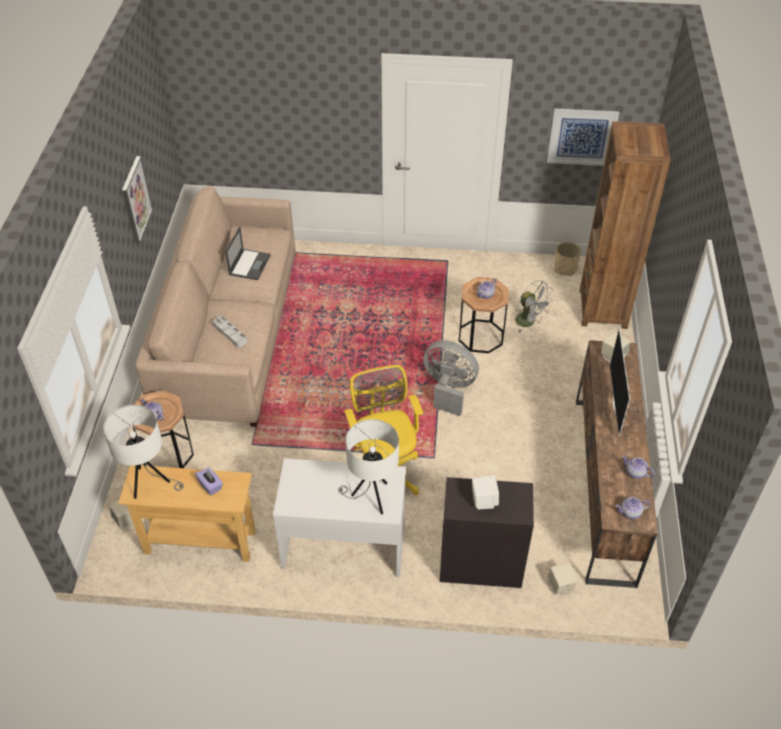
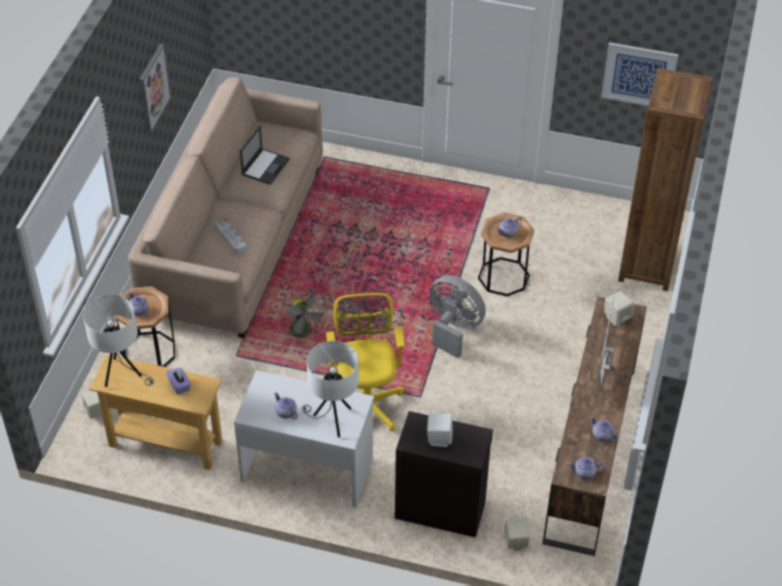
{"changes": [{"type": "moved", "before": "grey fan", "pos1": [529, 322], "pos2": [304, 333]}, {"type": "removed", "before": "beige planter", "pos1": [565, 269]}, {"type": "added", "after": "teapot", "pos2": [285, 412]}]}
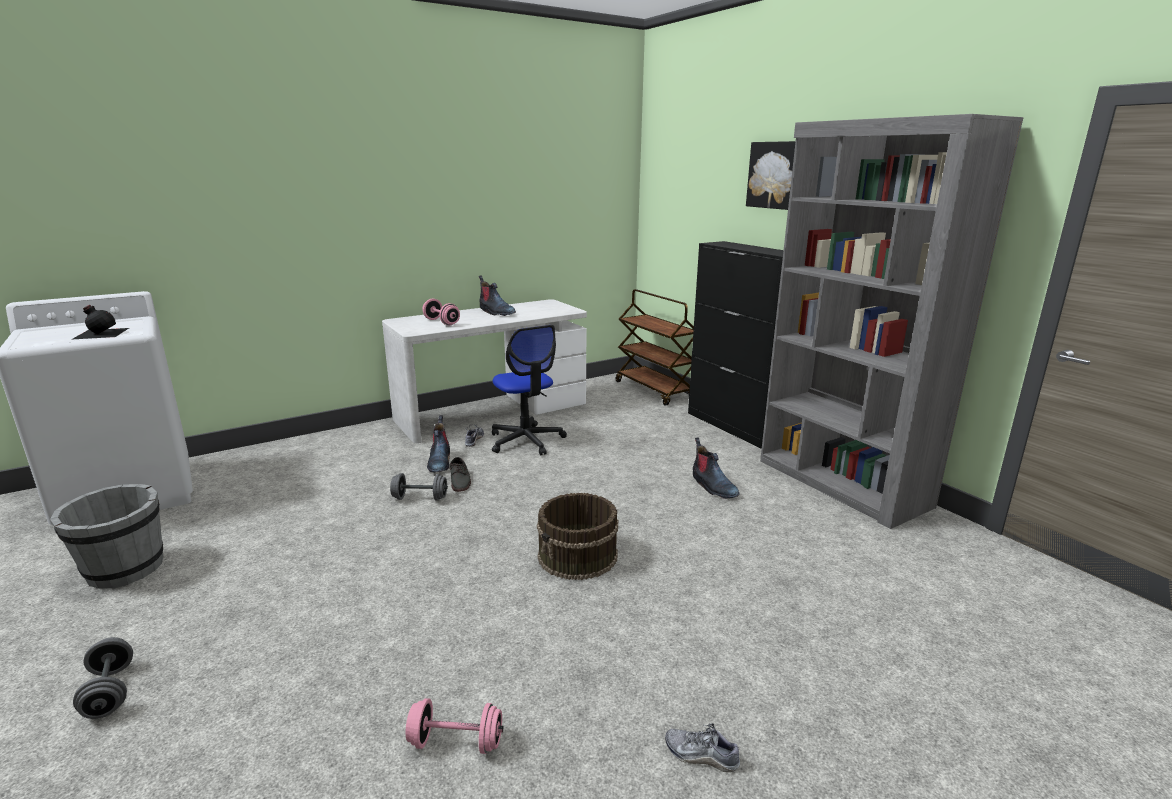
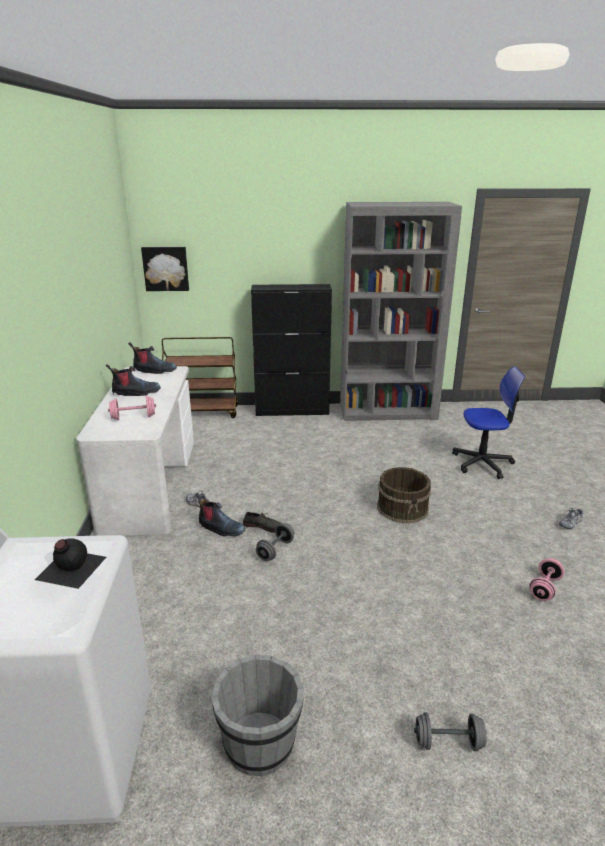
{"changes": [{"type": "moved", "before": "office chair", "pos1": [526, 440], "pos2": [482, 463]}, {"type": "moved", "before": "boot", "pos1": [712, 487], "pos2": [154, 371]}, {"type": "moved", "before": "picture", "pos1": [775, 175], "pos2": [166, 268]}]}
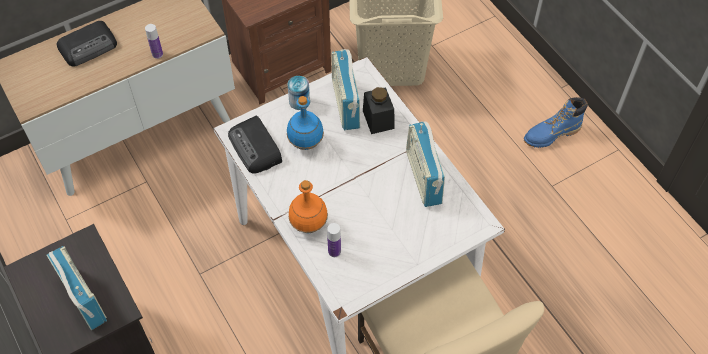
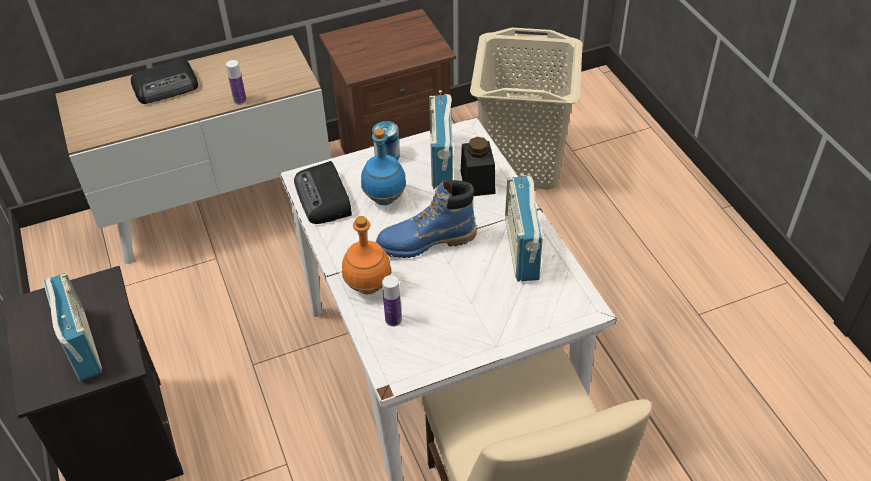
{"changes": [{"type": "moved", "before": "blue boot", "pos1": [551, 134], "pos2": [426, 242]}]}
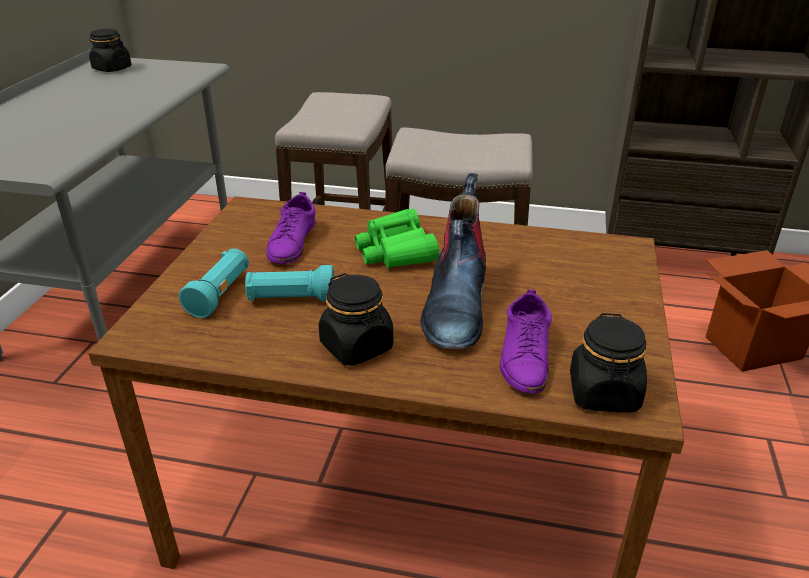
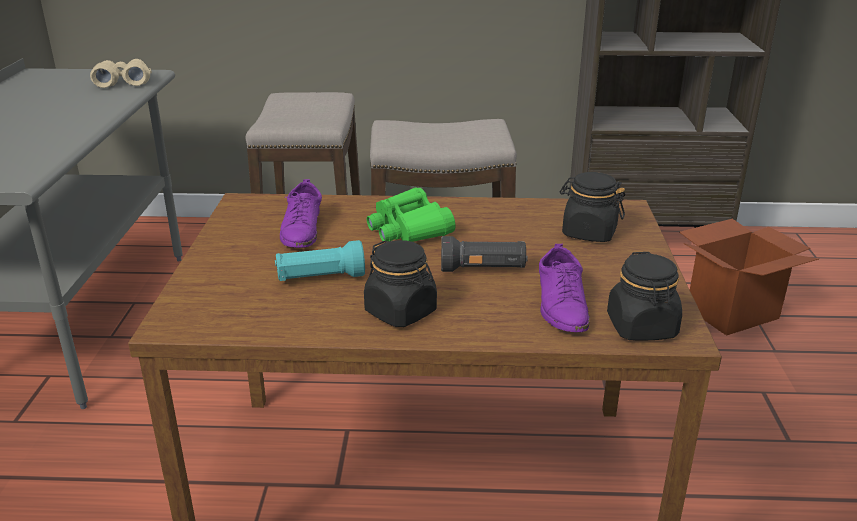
{"changes": [{"type": "moved", "before": "black jar", "pos1": [112, 68], "pos2": [588, 232]}, {"type": "removed", "before": "turquoise flashlight", "pos1": [220, 294]}, {"type": "replaced", "before": "boot", "after": "black flashlight", "pos1": [456, 305], "pos2": [483, 269]}, {"type": "added", "after": "beige binoculars", "pos2": [122, 82]}]}
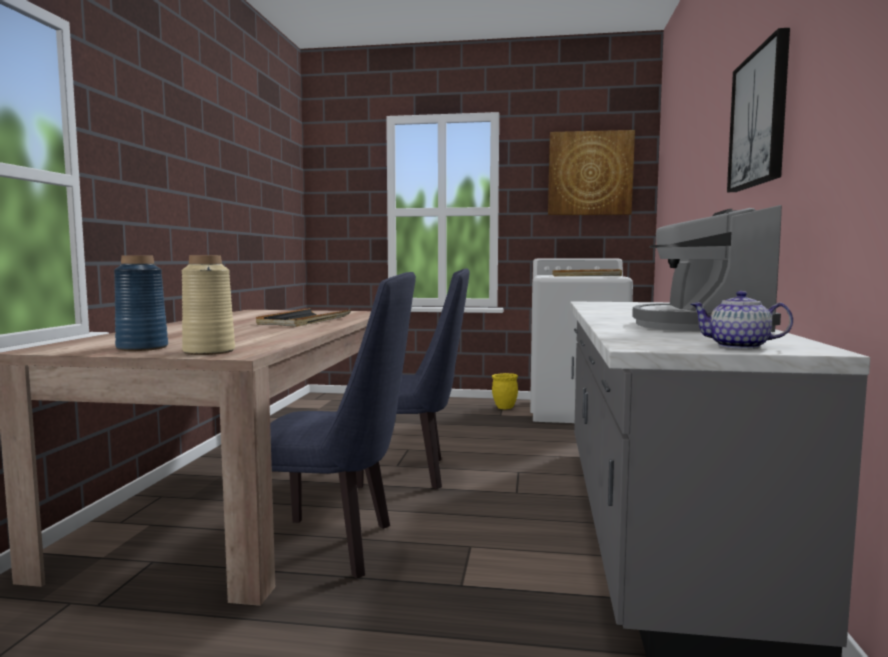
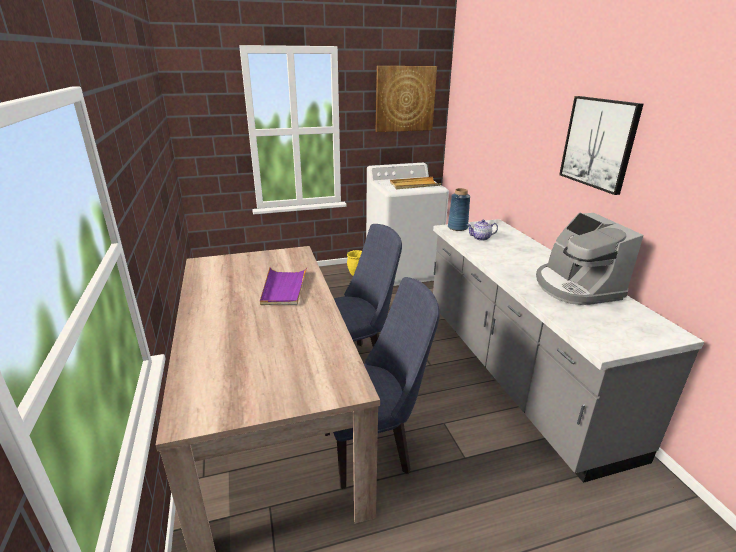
{"changes": [{"type": "moved", "before": "blue vase", "pos1": [142, 348], "pos2": [457, 227]}, {"type": "removed", "before": "beige vase", "pos1": [209, 351]}, {"type": "recoloured", "before": "black tray", "after": "purple tray", "pos1": [304, 321], "pos2": [284, 288]}, {"type": "moved", "before": "teapot", "pos1": [739, 346], "pos2": [481, 238]}]}
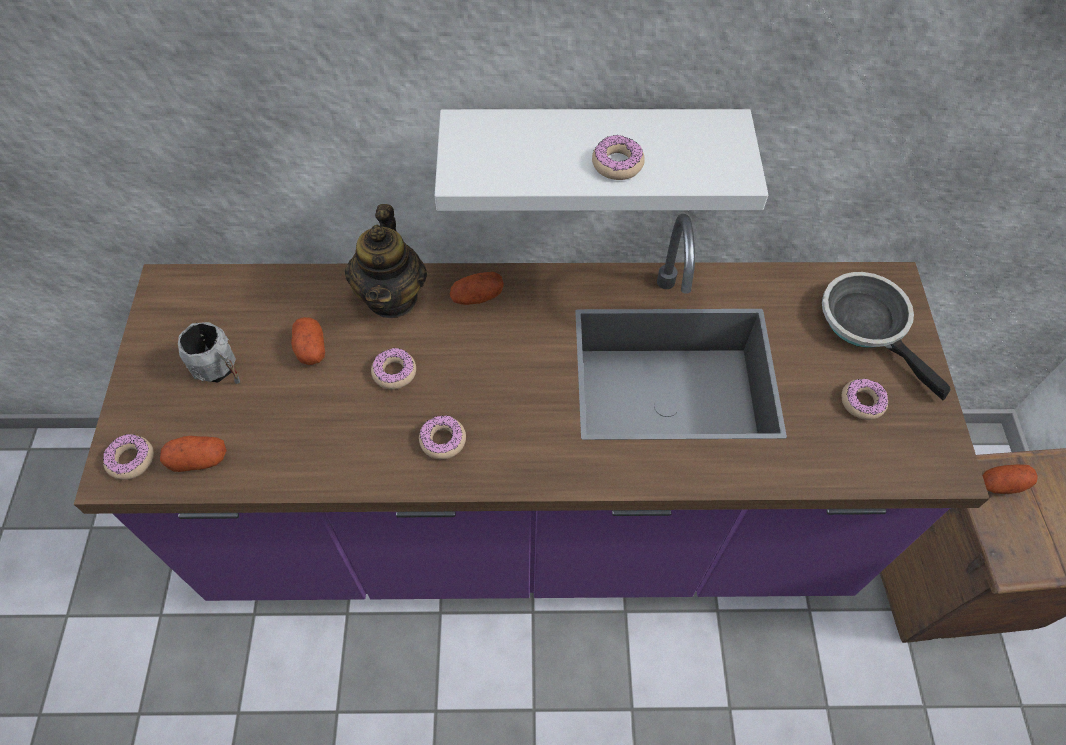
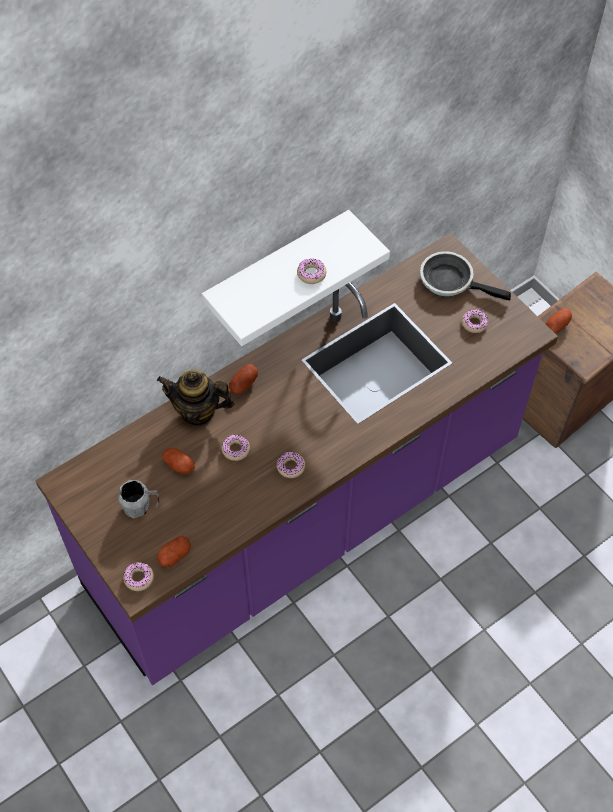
{"changes": [{"type": "turned", "before": "teapot", "pos1": [392, 297], "pos2": [198, 411], "turn": 135}]}
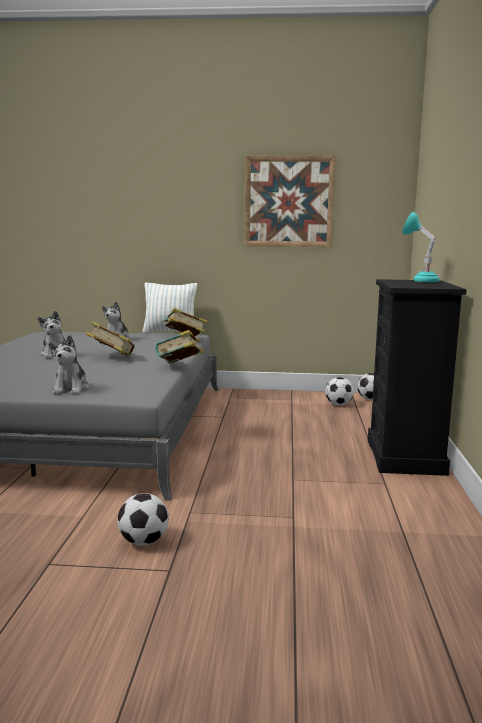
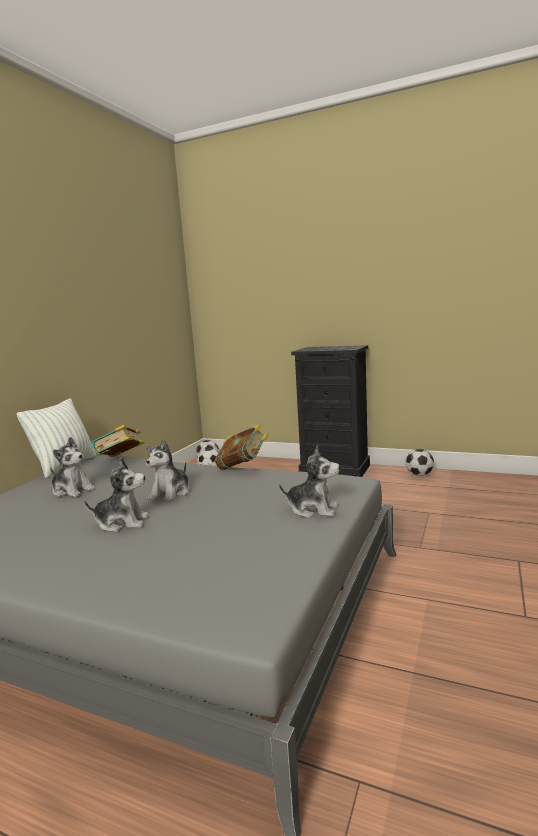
{"changes": [{"type": "replaced", "before": "book", "after": "plush toy", "pos1": [111, 357], "pos2": [171, 493]}, {"type": "moved", "before": "football", "pos1": [144, 542], "pos2": [419, 475]}, {"type": "removed", "before": "picture", "pos1": [288, 202]}, {"type": "removed", "before": "turquoise table lamp", "pos1": [419, 281]}]}
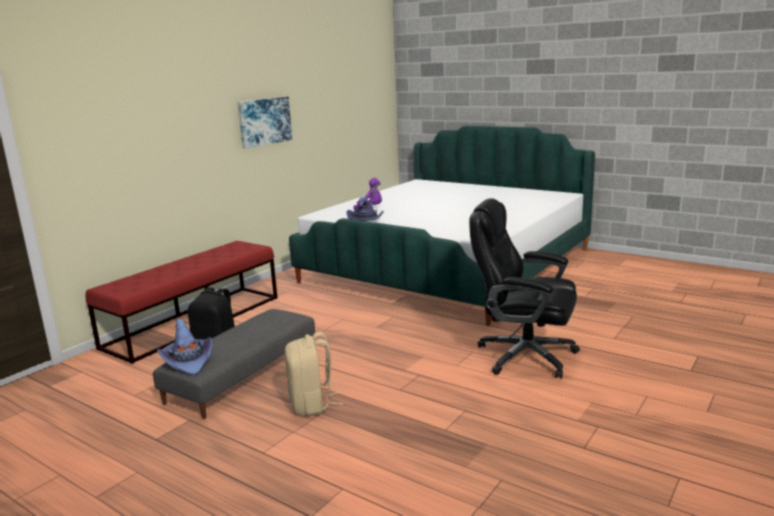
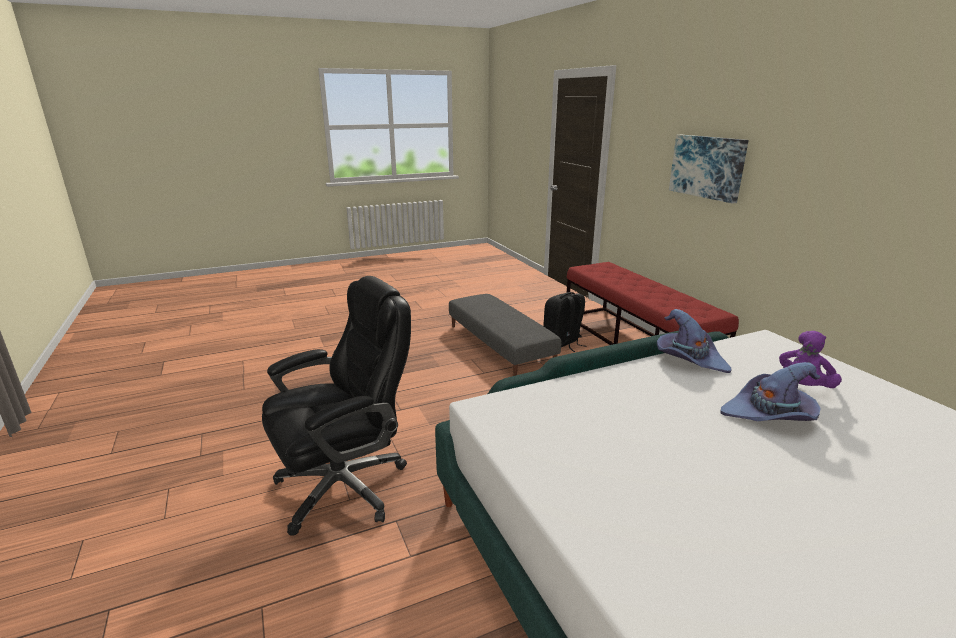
{"changes": [{"type": "moved", "before": "purple hat", "pos1": [188, 361], "pos2": [770, 414]}, {"type": "moved", "before": "picture", "pos1": [264, 121], "pos2": [707, 167]}, {"type": "removed", "before": "beige backpack", "pos1": [312, 404]}]}
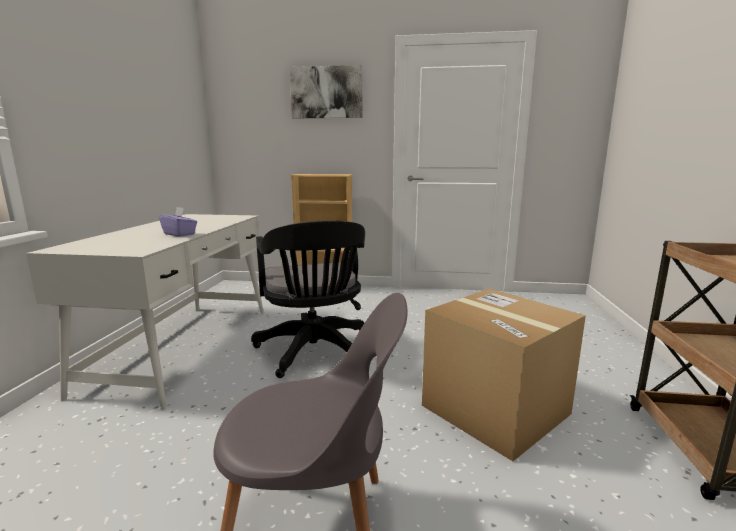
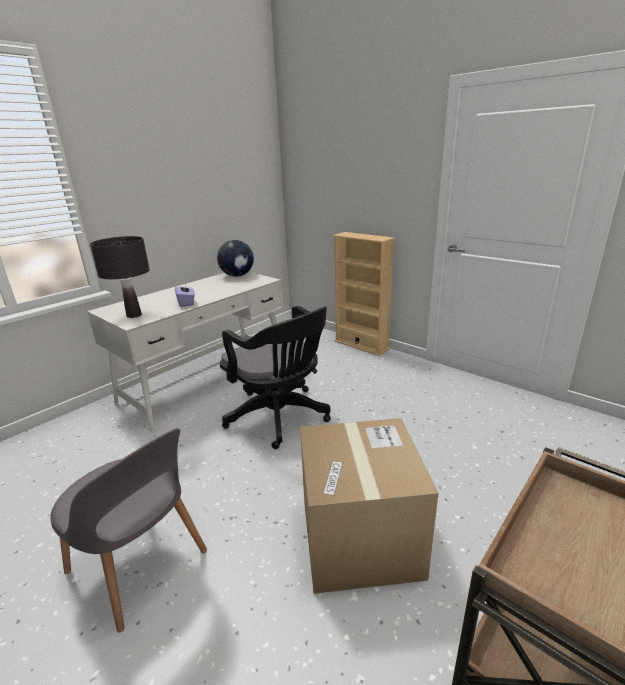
{"changes": [{"type": "turned", "before": "black office chair", "pos1": [314, 353], "pos2": [281, 417], "turn": -60}, {"type": "removed", "before": "picture", "pos1": [326, 92]}, {"type": "added", "after": "black table lamp", "pos2": [134, 315]}, {"type": "added", "after": "globe", "pos2": [237, 275]}]}
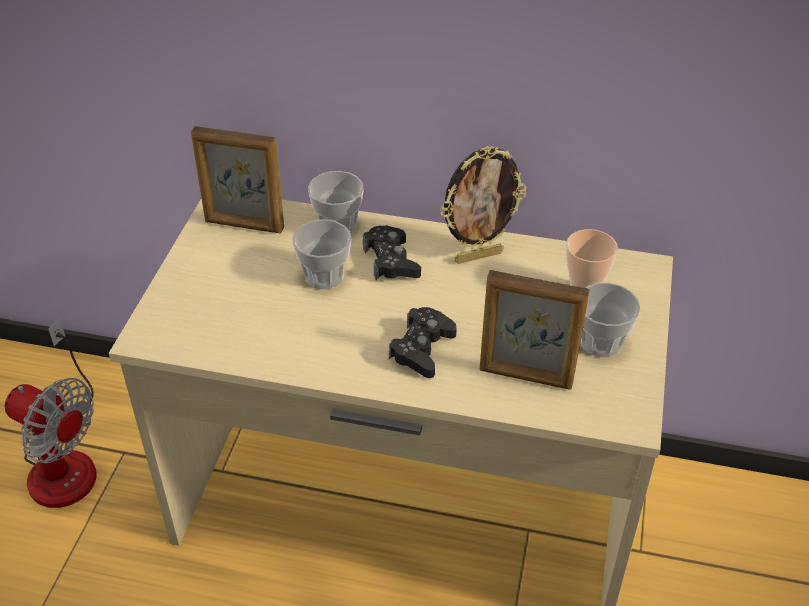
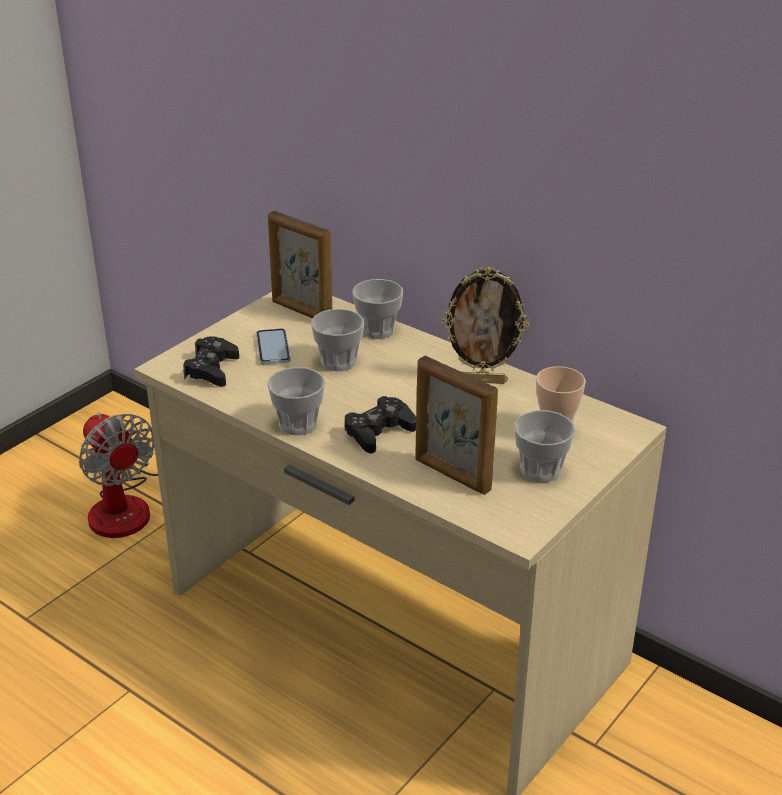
{"changes": [{"type": "moved", "before": "black game controller", "pos1": [391, 261], "pos2": [212, 369]}, {"type": "added", "after": "phone", "pos2": [273, 348]}, {"type": "added", "after": "cup", "pos2": [298, 424]}]}
